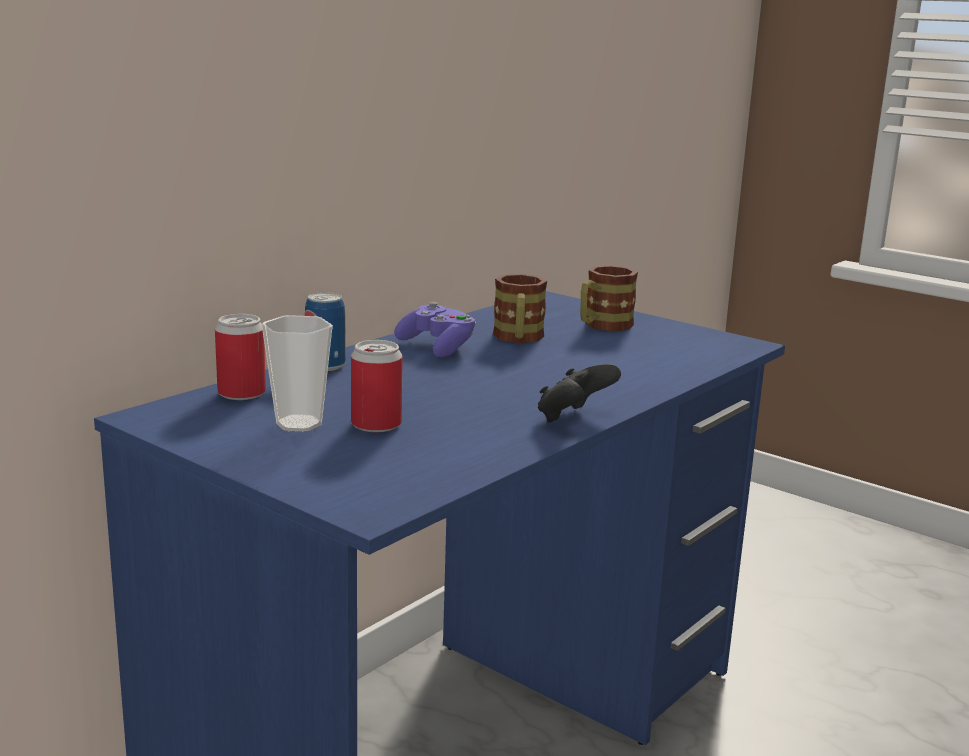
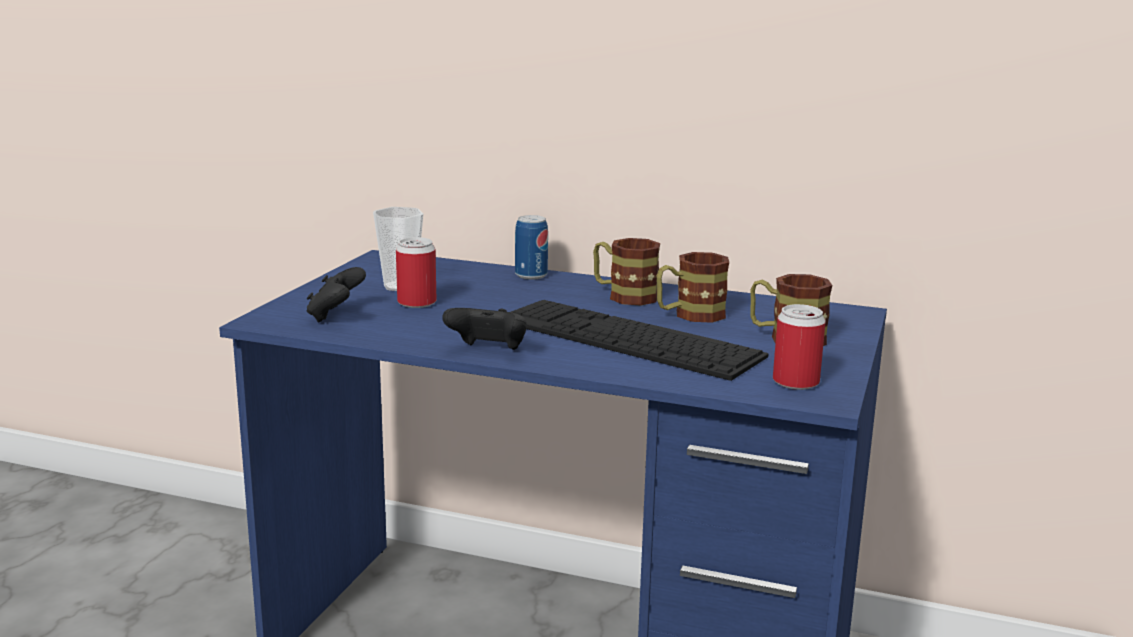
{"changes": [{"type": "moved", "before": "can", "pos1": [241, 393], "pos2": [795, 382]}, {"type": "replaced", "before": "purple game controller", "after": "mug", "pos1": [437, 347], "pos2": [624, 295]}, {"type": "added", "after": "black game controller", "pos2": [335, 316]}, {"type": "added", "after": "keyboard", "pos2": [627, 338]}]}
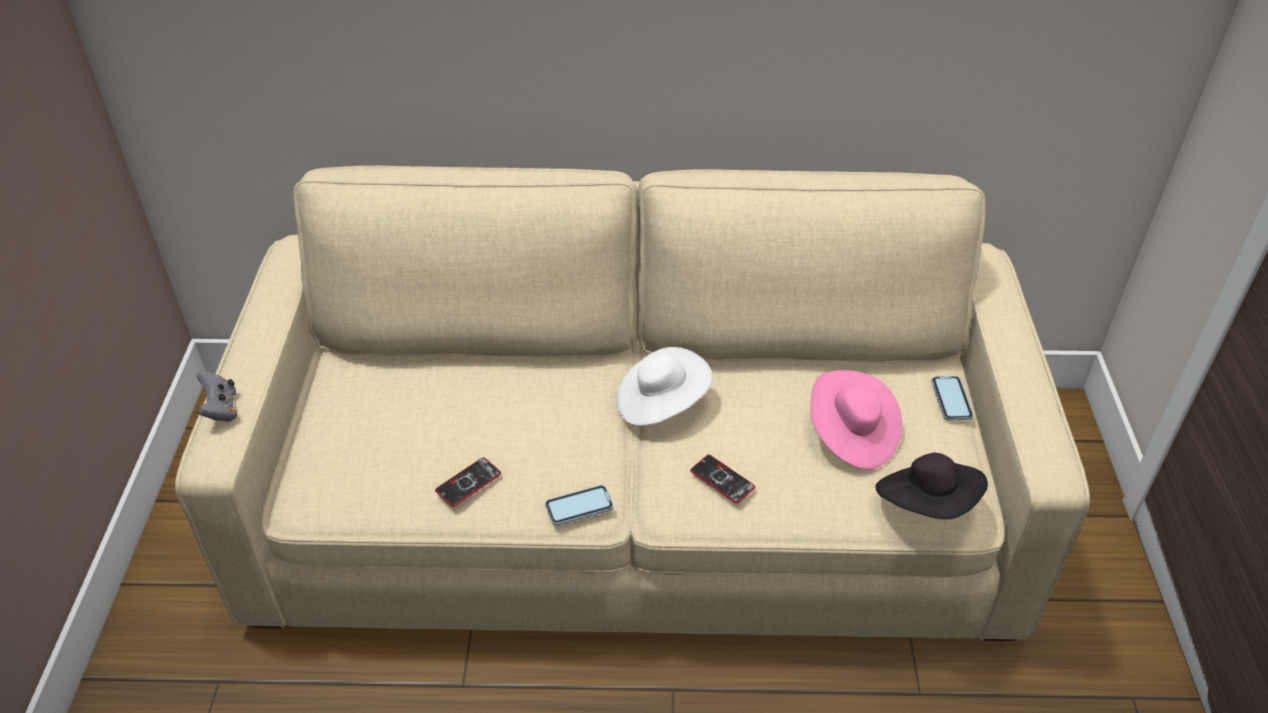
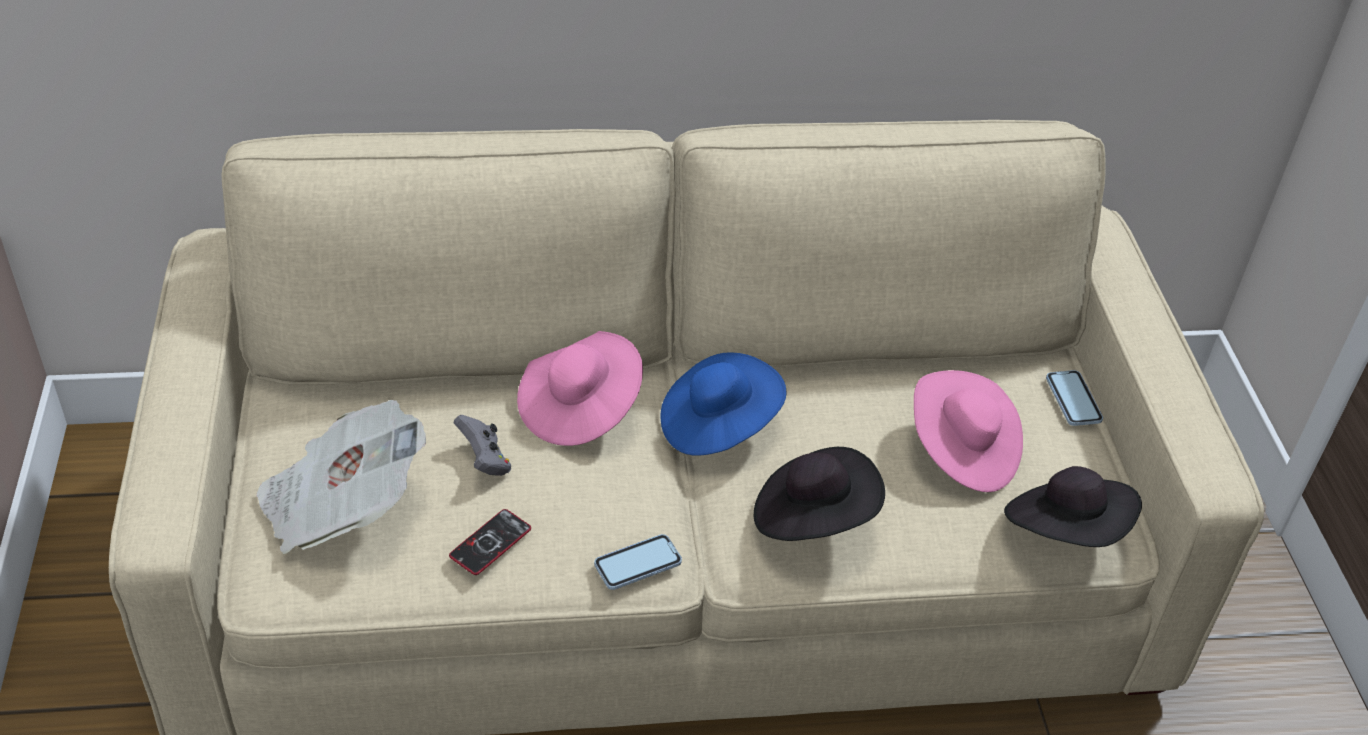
{"changes": [{"type": "moved", "before": "grey game controller", "pos1": [221, 409], "pos2": [485, 461]}, {"type": "recoloured", "before": "white hat", "after": "blue hat", "pos1": [661, 403], "pos2": [717, 425]}, {"type": "replaced", "before": "phone", "after": "black hat", "pos1": [722, 479], "pos2": [813, 517]}, {"type": "added", "after": "newspaper", "pos2": [342, 506]}, {"type": "added", "after": "pink hat", "pos2": [579, 408]}]}
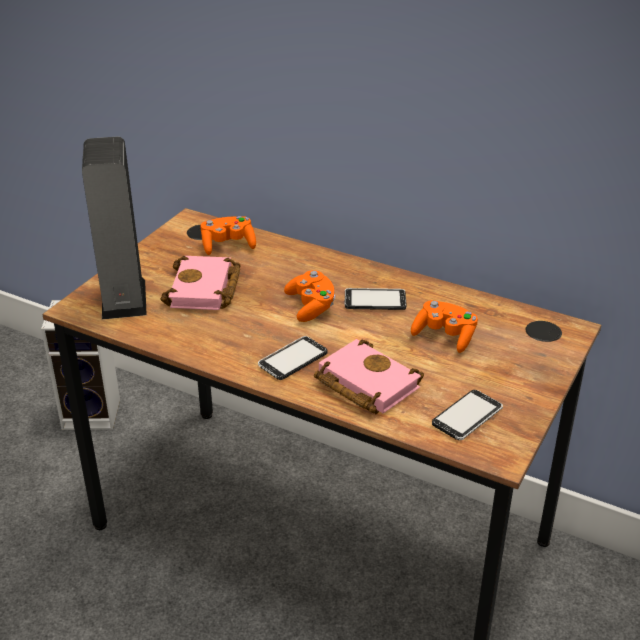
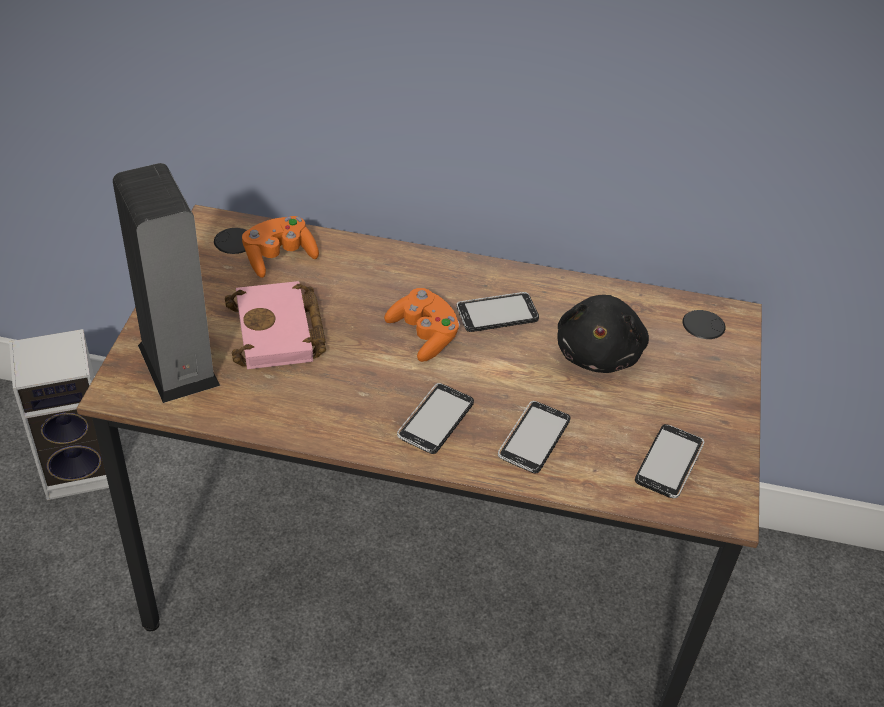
{"changes": [{"type": "replaced", "before": "pink book", "after": "phone", "pos1": [363, 383], "pos2": [534, 439]}, {"type": "replaced", "before": "orange game controller", "after": "black plush toy", "pos1": [445, 336], "pos2": [599, 352]}]}
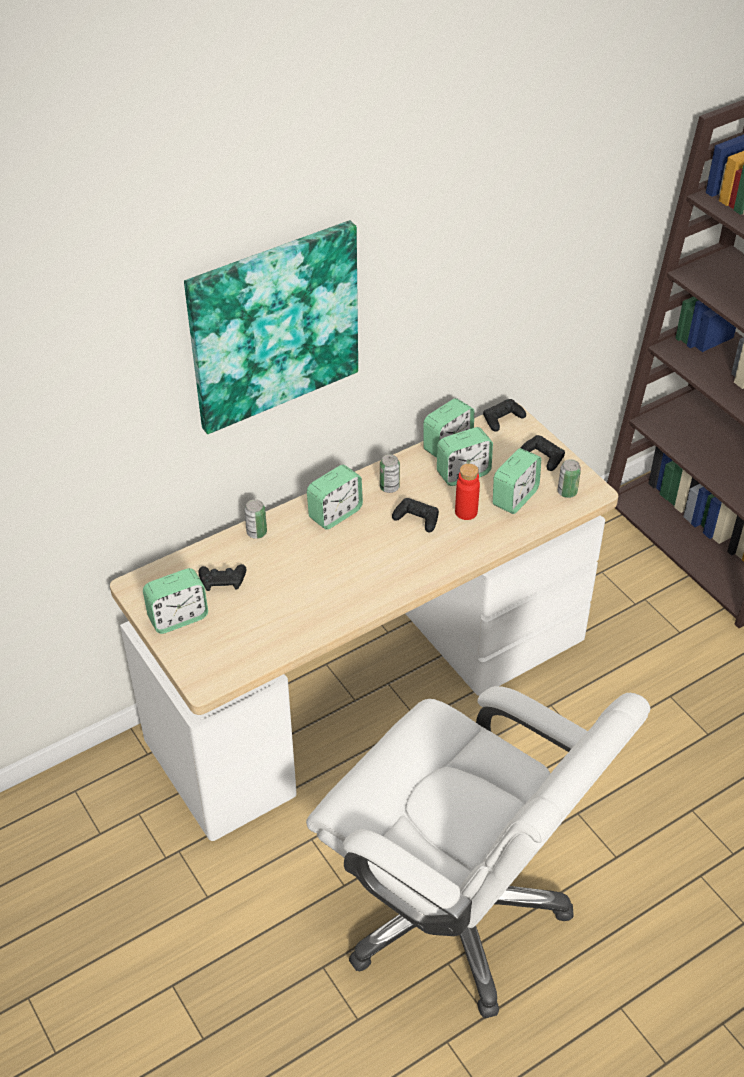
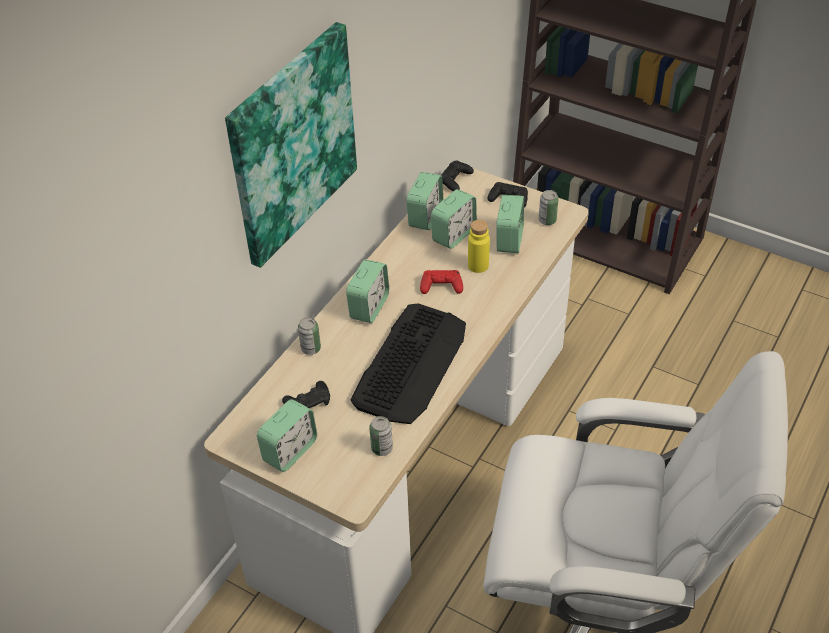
{"changes": [{"type": "moved", "before": "can", "pos1": [389, 487], "pos2": [382, 448]}, {"type": "recoloured", "before": "black game controller", "after": "red game controller", "pos1": [417, 519], "pos2": [441, 286]}, {"type": "recoloured", "before": "red bottle", "after": "yellow bottle", "pos1": [466, 512], "pos2": [478, 265]}, {"type": "added", "after": "keyboard", "pos2": [411, 363]}]}
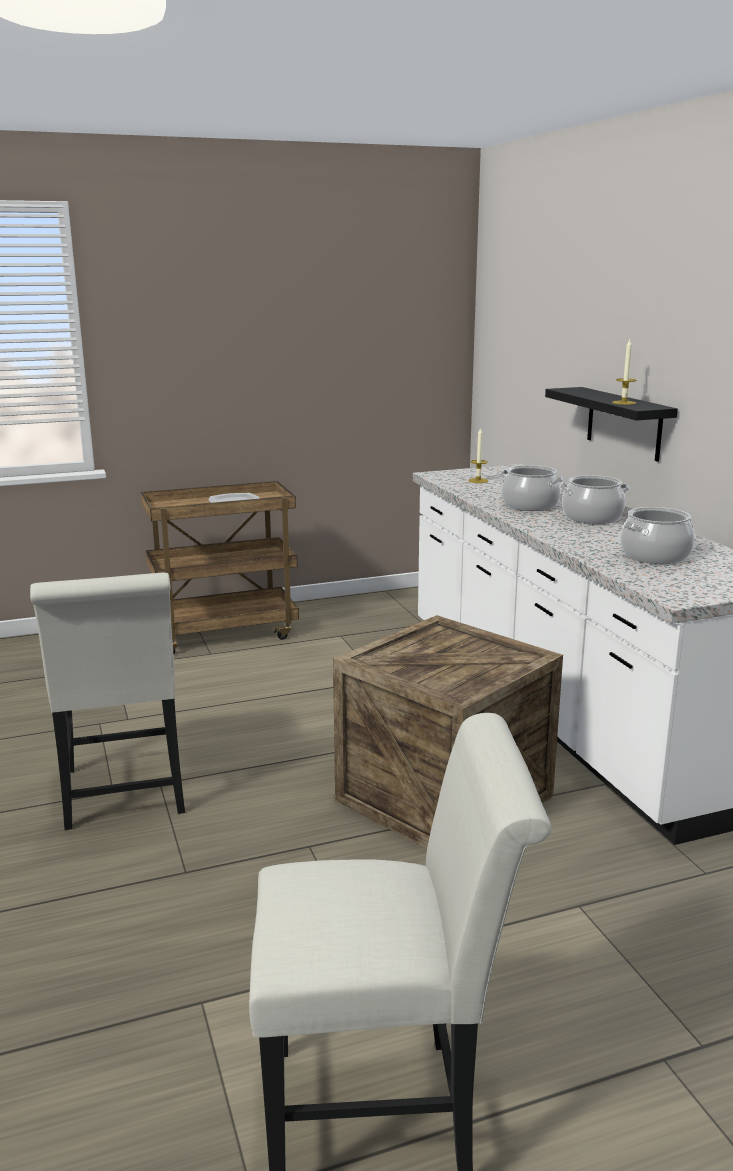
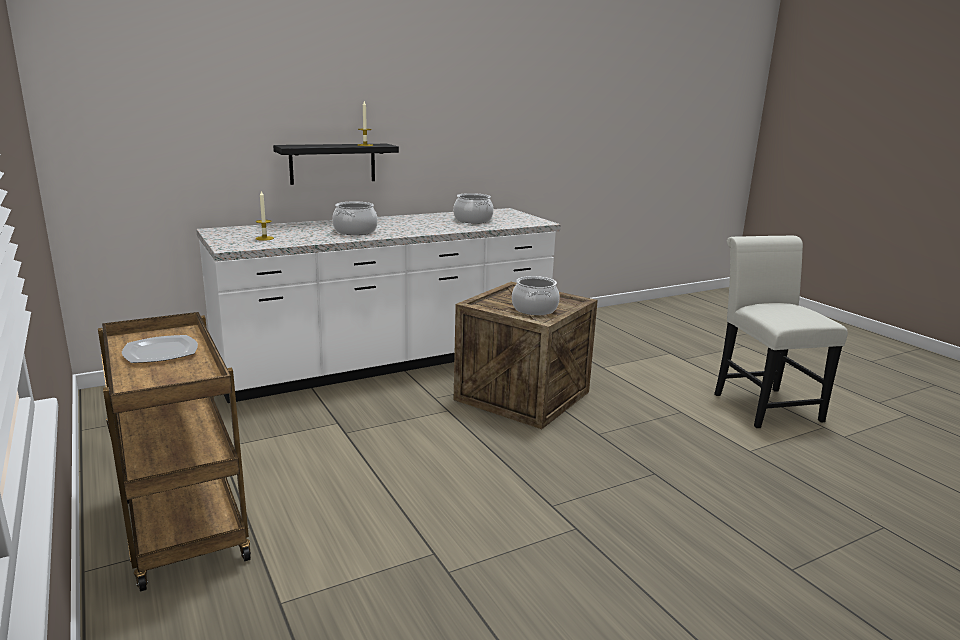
{"changes": [{"type": "removed", "before": "white chair", "pos1": [124, 797]}, {"type": "moved", "before": "cooking pot", "pos1": [592, 517], "pos2": [535, 309]}]}
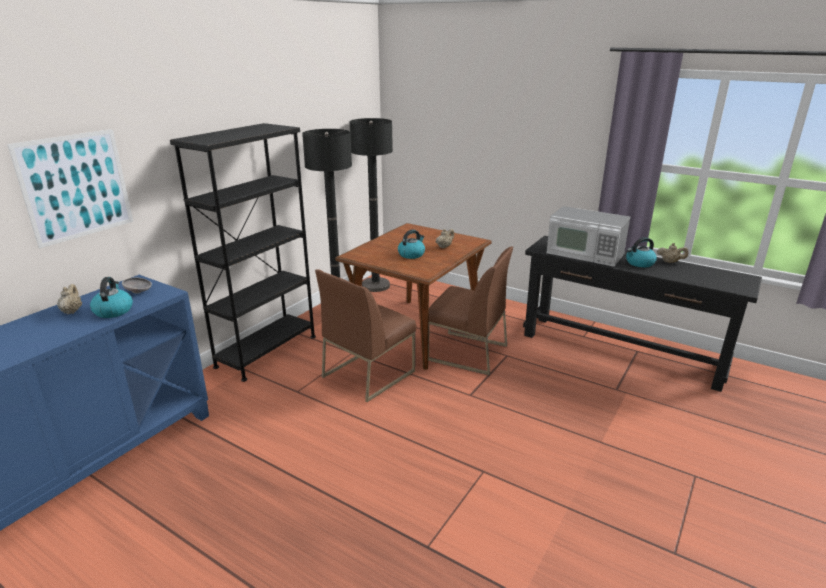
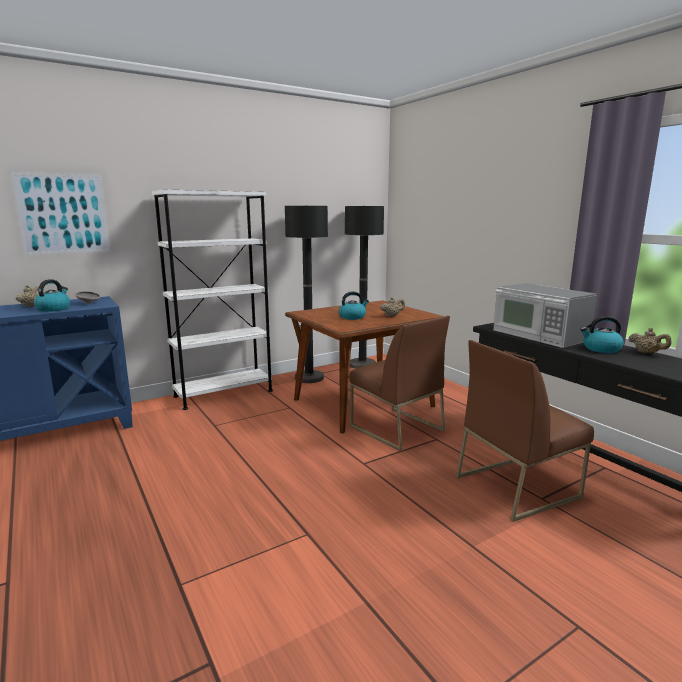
{"changes": [{"type": "recoloured", "before": "black bookcase", "after": "white bookcase", "pos1": [266, 351], "pos2": [223, 393]}, {"type": "moved", "before": "brown chair", "pos1": [368, 373], "pos2": [516, 486]}]}
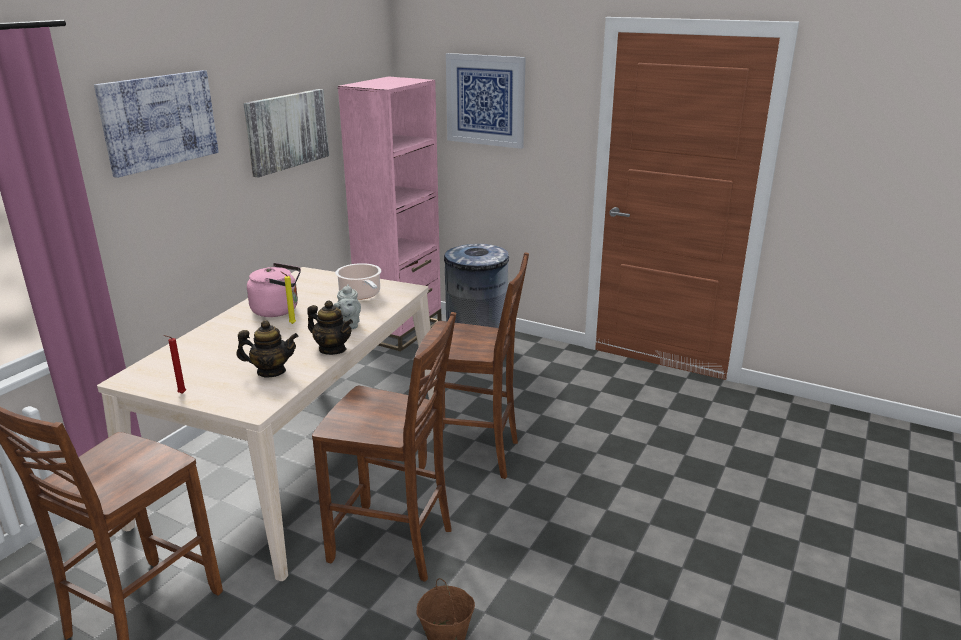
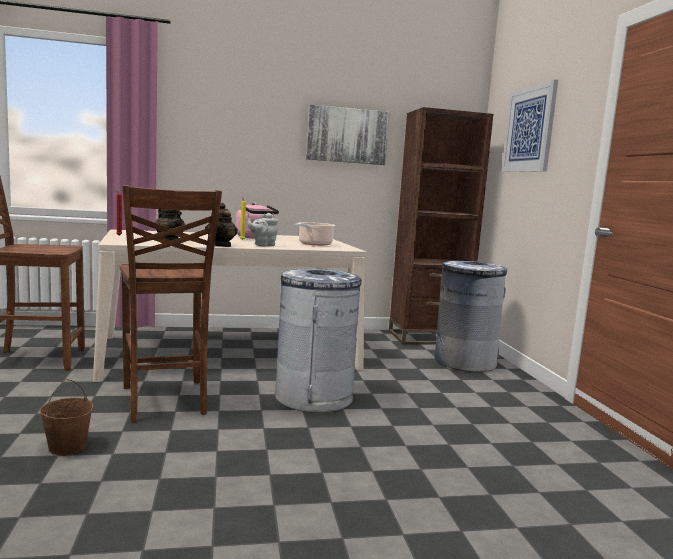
{"changes": [{"type": "removed", "before": "picture", "pos1": [159, 121]}, {"type": "recoloured", "before": "pink bookcase", "after": "brown bookcase", "pos1": [400, 331], "pos2": [427, 337]}, {"type": "replaced", "before": "brown chair", "after": "grey trash can", "pos1": [472, 454], "pos2": [314, 397]}]}
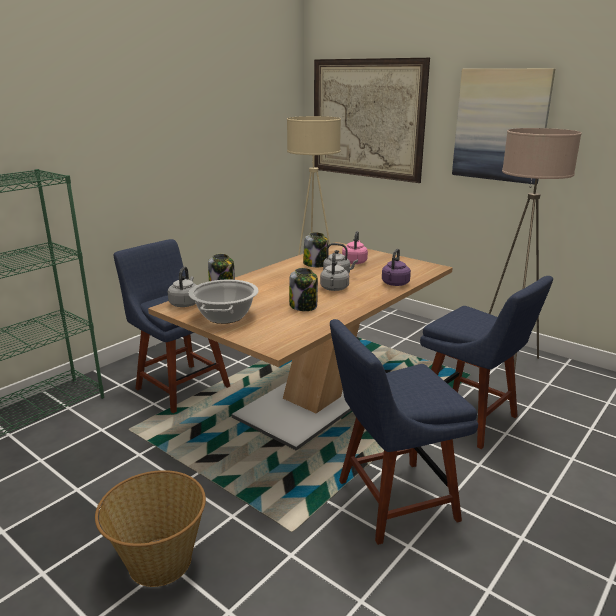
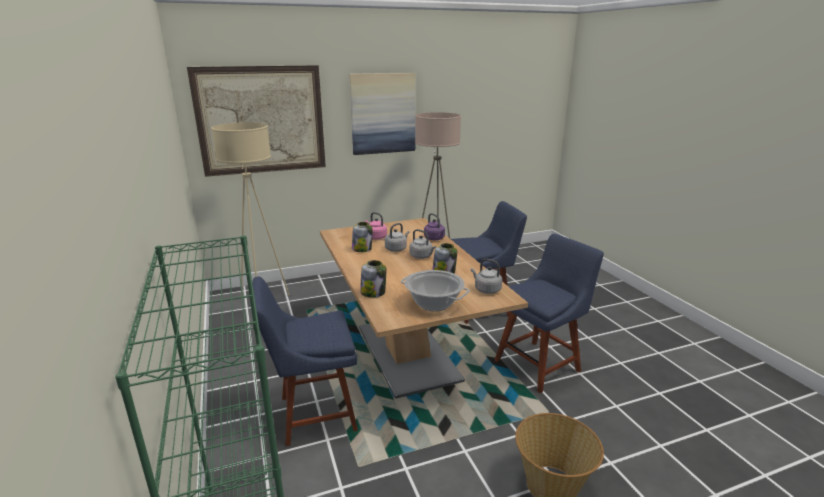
{"changes": [{"type": "moved", "before": "grey kettle", "pos1": [185, 303], "pos2": [486, 289]}, {"type": "turned", "before": "blue chair", "pos1": [391, 501], "pos2": [540, 364], "turn": -135}]}
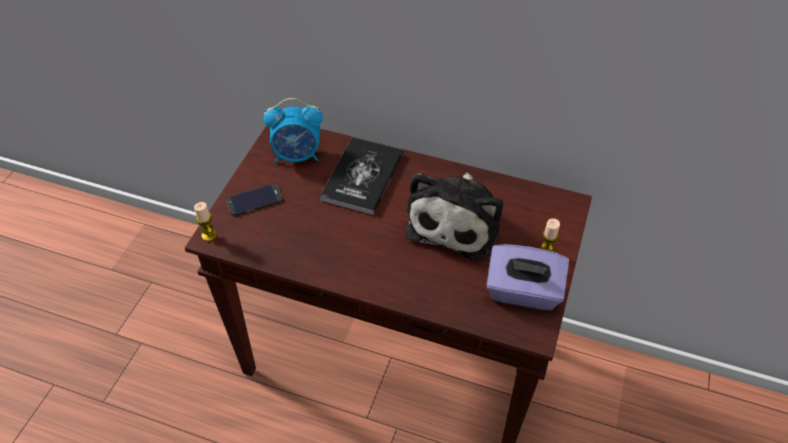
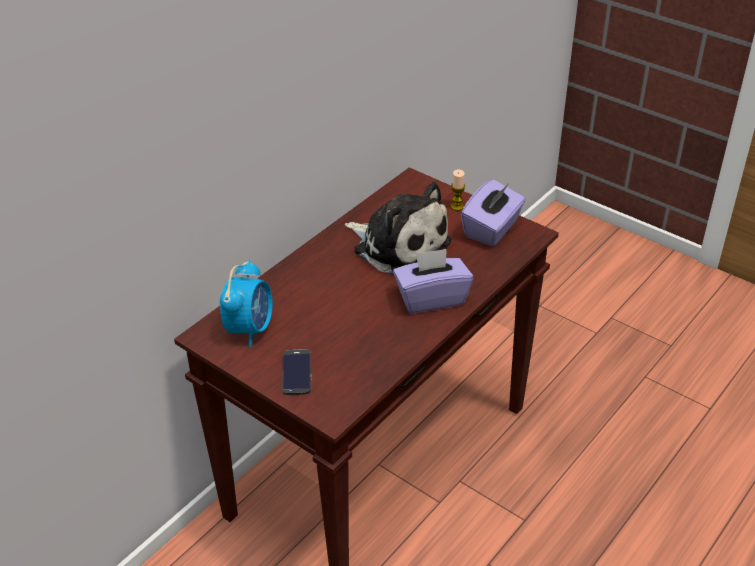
{"changes": [{"type": "removed", "before": "candle", "pos1": [209, 235]}, {"type": "removed", "before": "book", "pos1": [362, 176]}, {"type": "added", "after": "purple tissue box", "pos2": [431, 298]}]}
